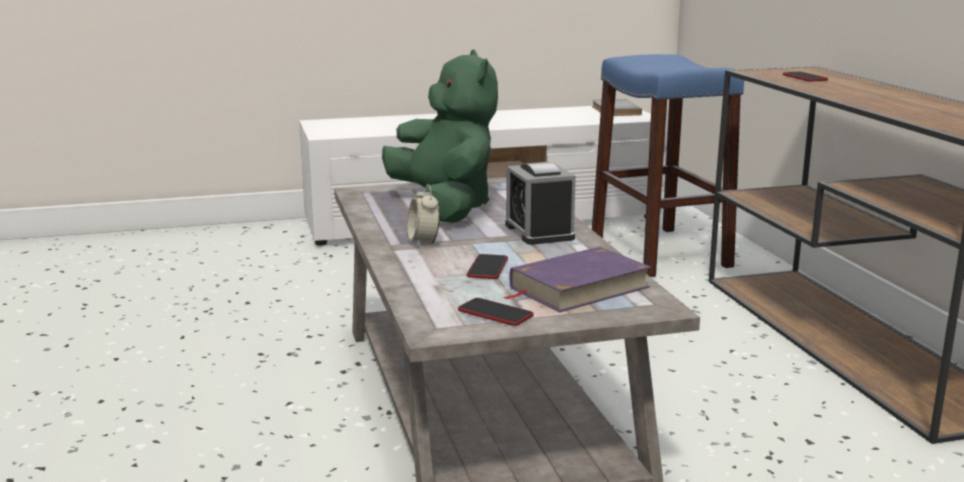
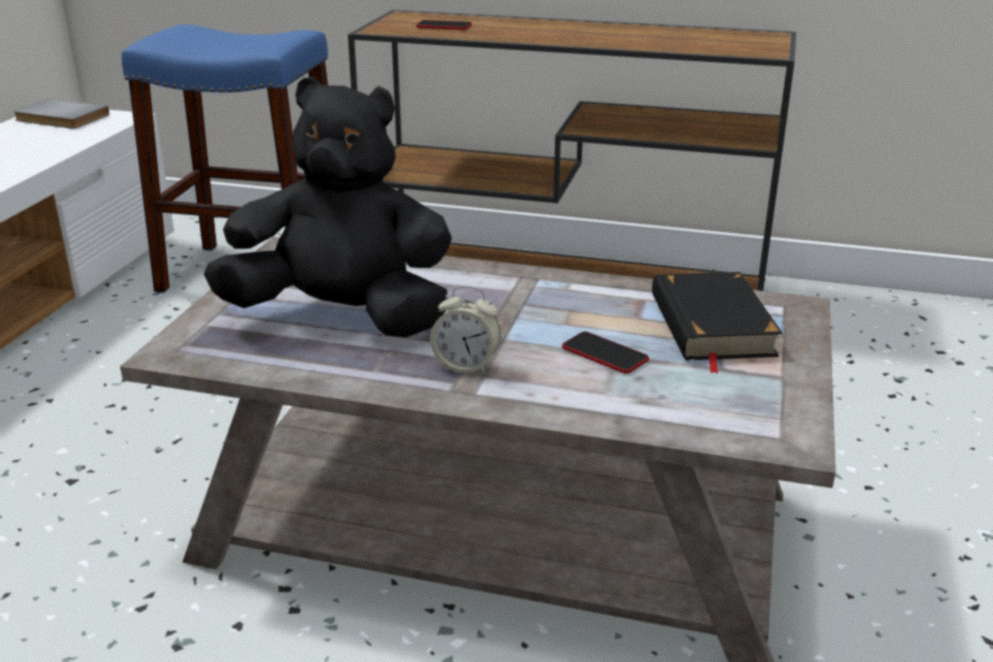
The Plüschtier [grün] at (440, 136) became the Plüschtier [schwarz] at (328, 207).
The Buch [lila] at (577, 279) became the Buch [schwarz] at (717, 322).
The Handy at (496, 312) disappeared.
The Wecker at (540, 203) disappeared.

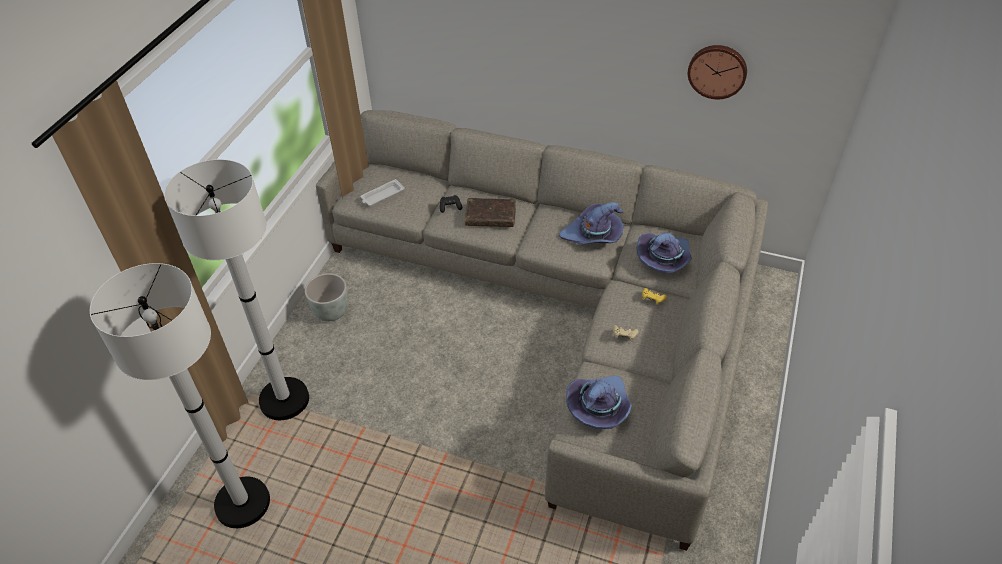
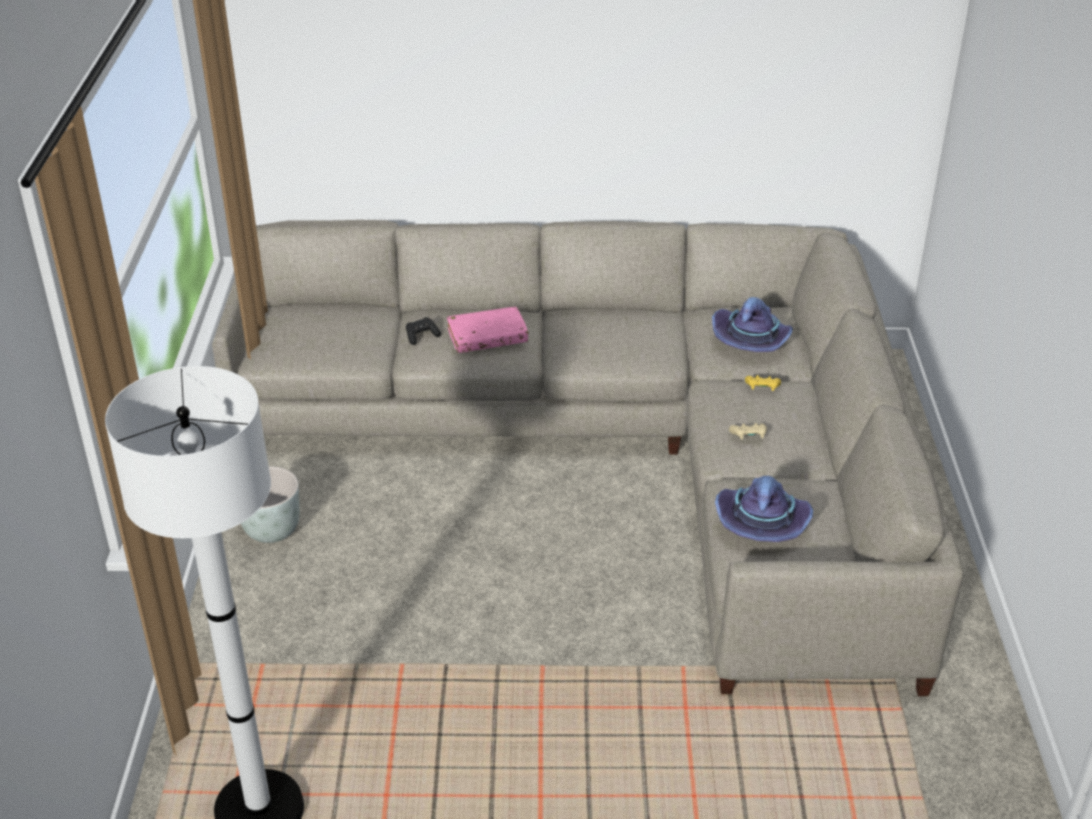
The Buch [braun] at (490, 212) became the Buch [rosa] at (487, 330).
The Stehlampe [weiß] at (236, 289) disappeared.
The Tablett [weiß] at (382, 192) disappeared.
The Hut [lila] at (591, 223) disappeared.
The Wanduhr at (717, 72) disappeared.

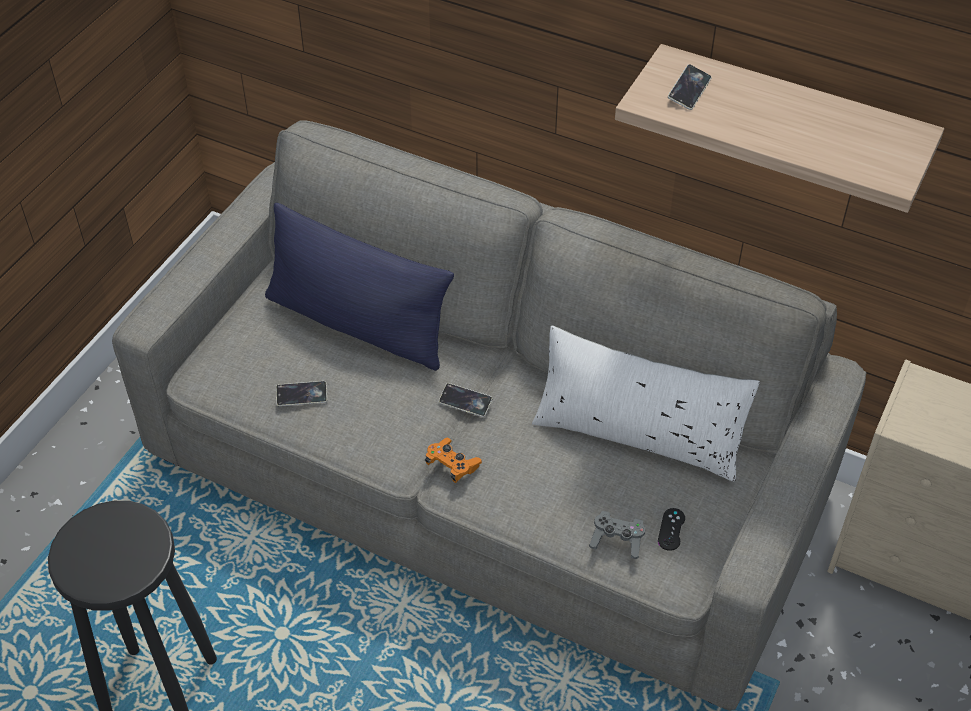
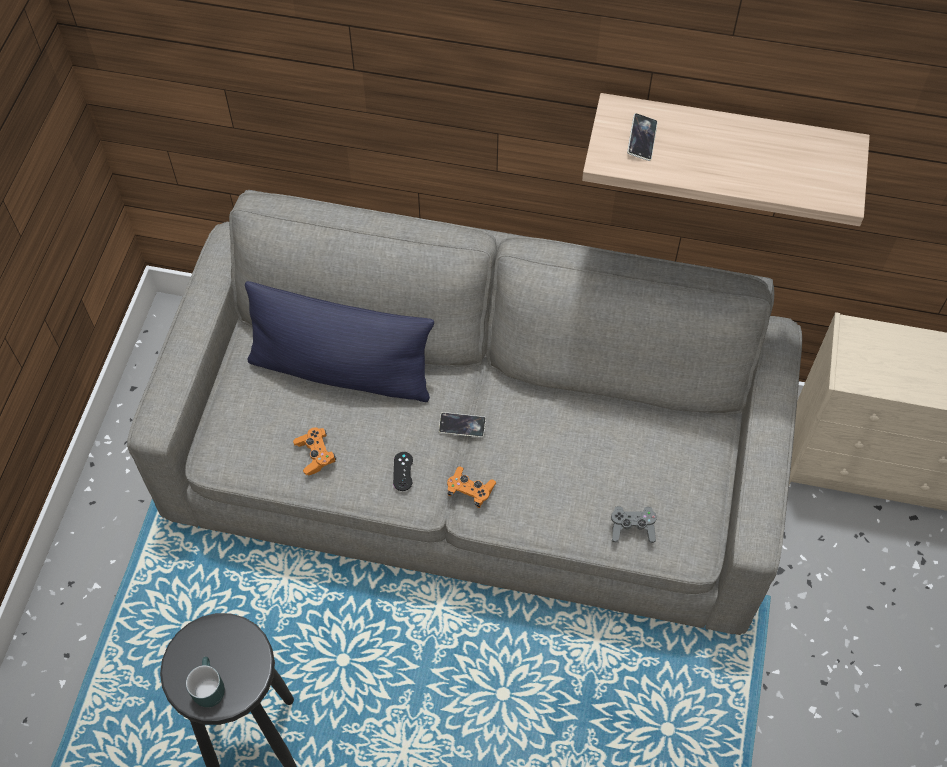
The Henkelbecher [türkis] at (205, 682) appeared.
The Handy at (301, 393) was replaced by the Gamepad [orange] at (314, 451).
The Gamepad [schwarz] moved from (671, 529) to (403, 471).
The Kissen [weiß] at (646, 404) disappeared.

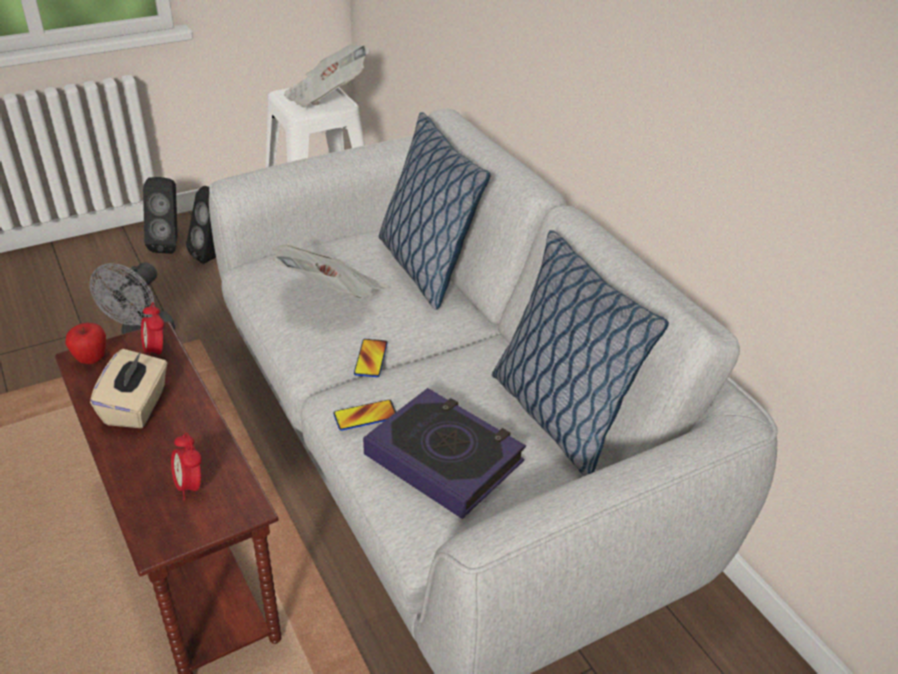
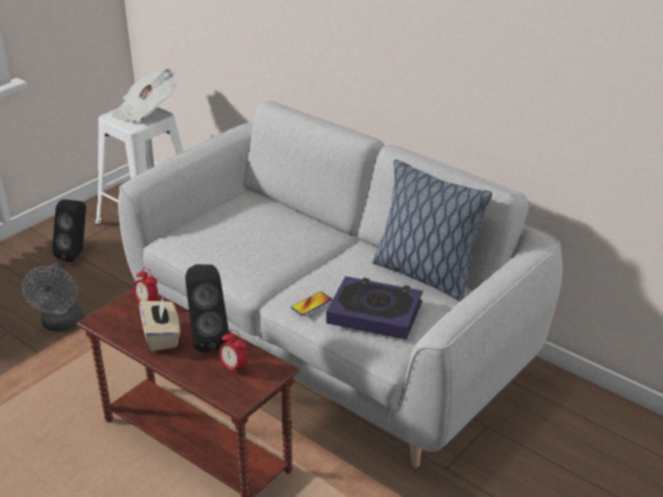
The Lautsprecher [schwarz] moved from (160, 215) to (207, 308).
The Apfel at (85, 343) disappeared.
The Zeitung at (330, 271) disappeared.
The Handy at (371, 358) disappeared.
The Kissen at (435, 211) disappeared.

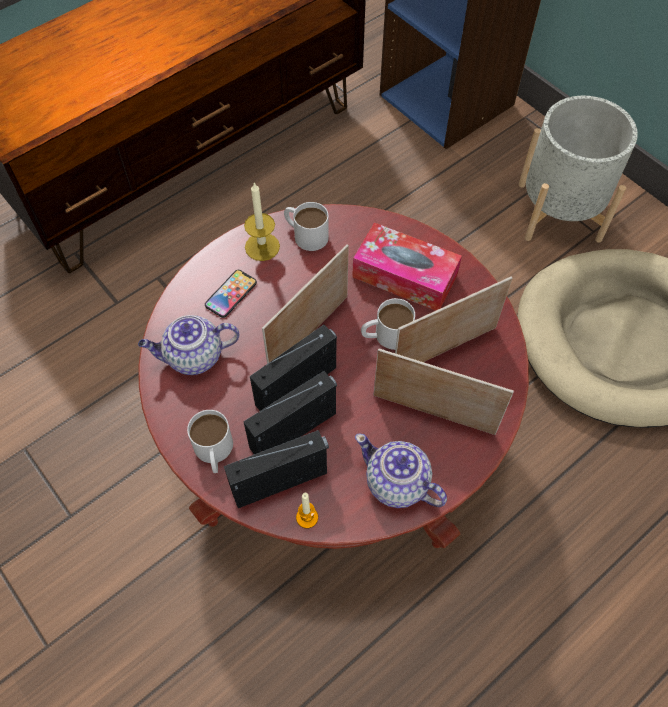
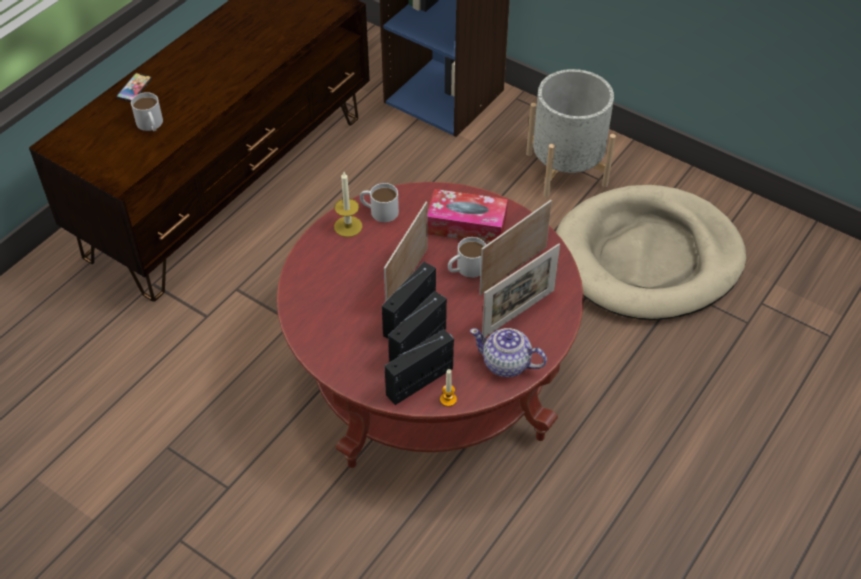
The Handy moved from (231, 294) to (134, 87).
The Henkelbecher [weiß] moved from (210, 441) to (147, 111).
The Bilderrahmen at (444, 391) turned 135 degrees clockwise.
The Teekanne at (188, 345) disappeared.

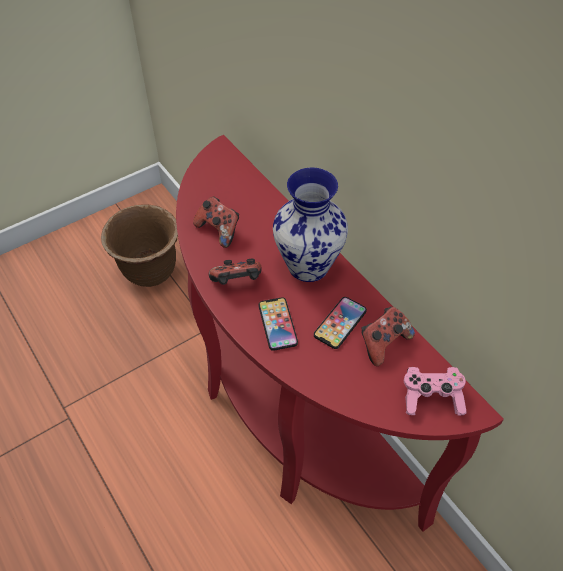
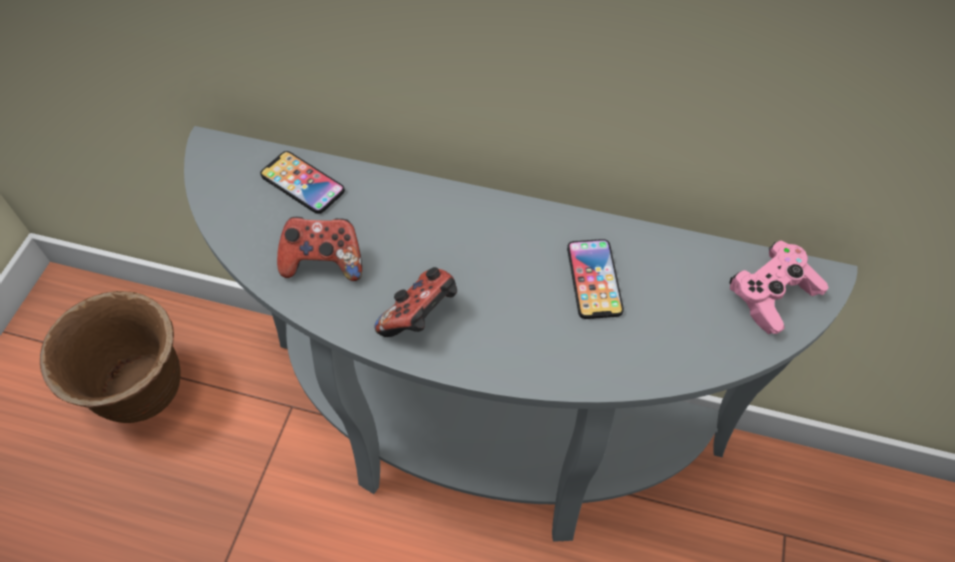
The Konsolentisch [rot] at (340, 333) became the Konsolentisch [grau] at (521, 334).
The Handy moved from (278, 324) to (302, 182).
The Vase at (310, 225) disappeared.
The Gamepad at (388, 336) disappeared.

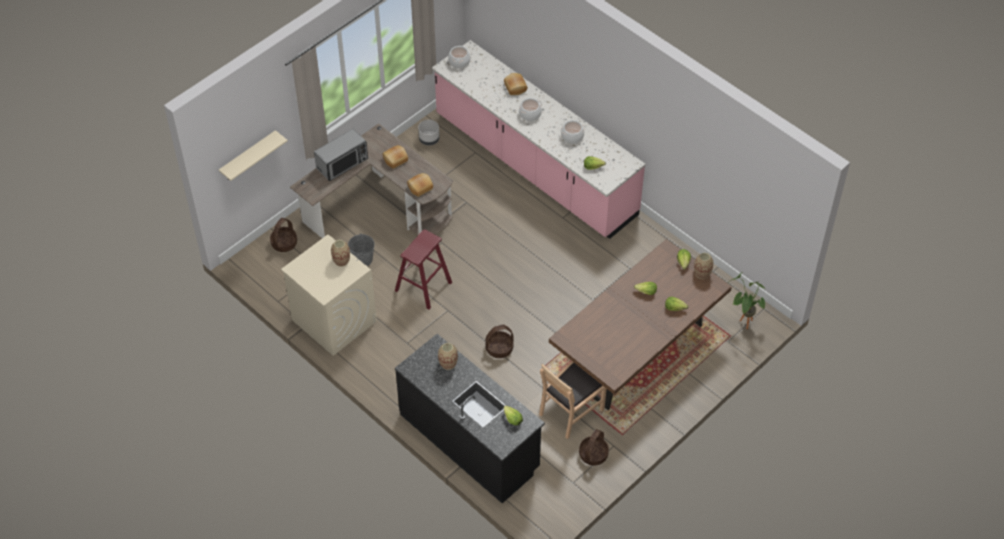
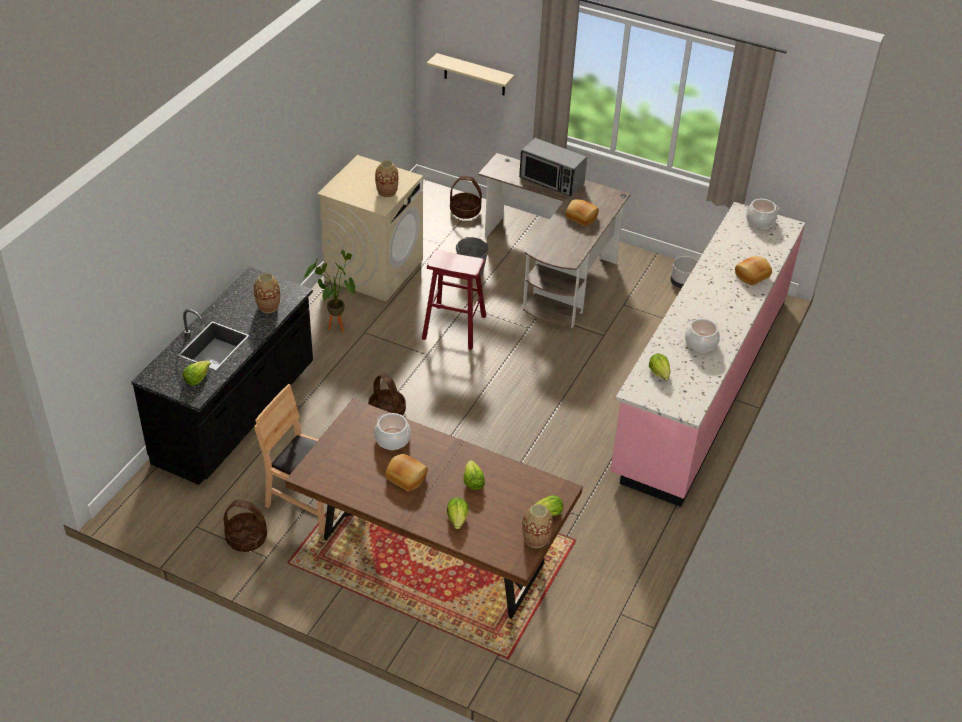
The Topfpflanze moved from (747, 300) to (329, 291).
The Kochtopf moved from (530, 109) to (392, 431).
The Brot moved from (420, 185) to (406, 473).

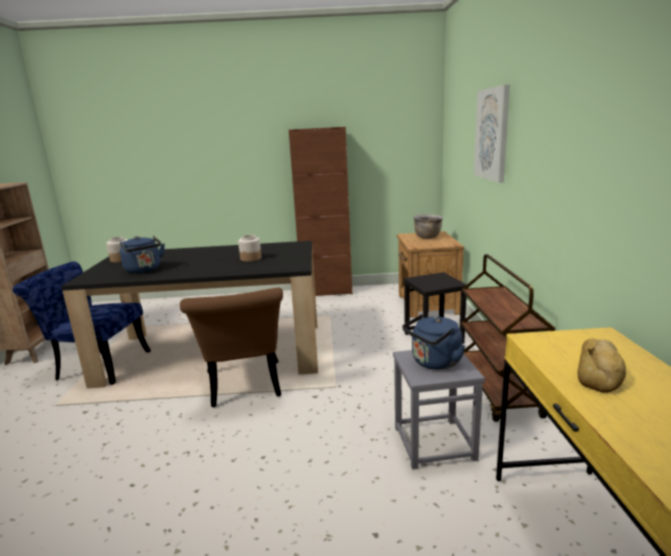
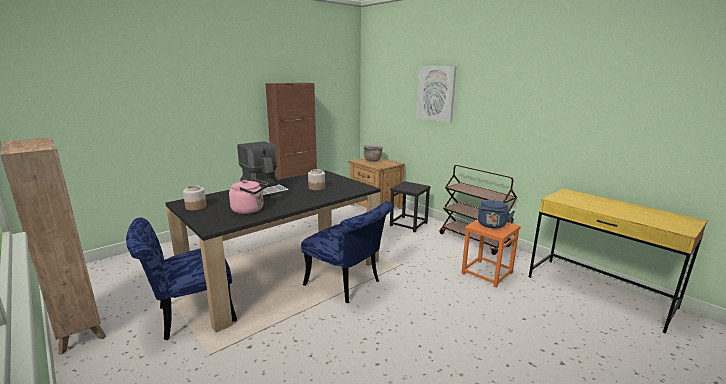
The Wasserkessel [blau] at (142, 254) became the Wasserkessel [rosa] at (248, 196).
The Kaffeemaschine at (263, 171) appeared.
The Stuhl [braun] at (231, 347) became the Stuhl [blau] at (347, 252).
The Hocker [grau] at (439, 410) became the Hocker [orange] at (491, 253).
The Brot at (602, 365) disappeared.

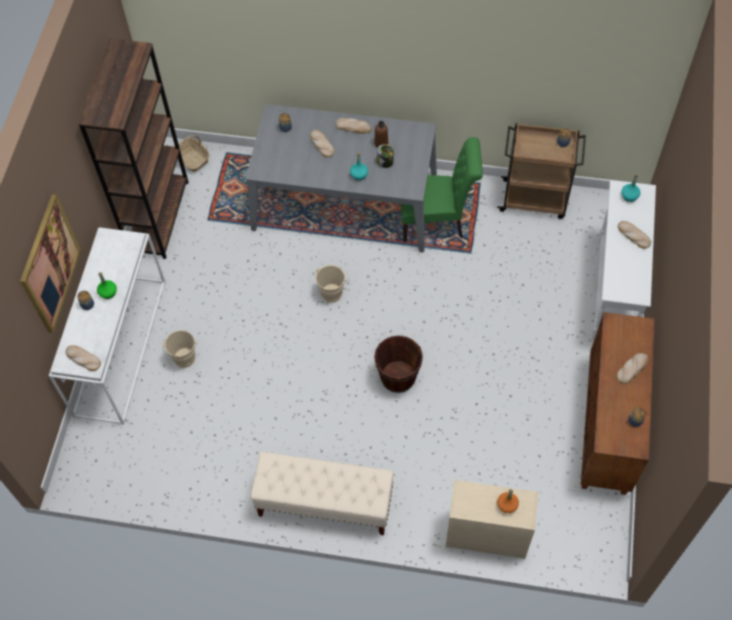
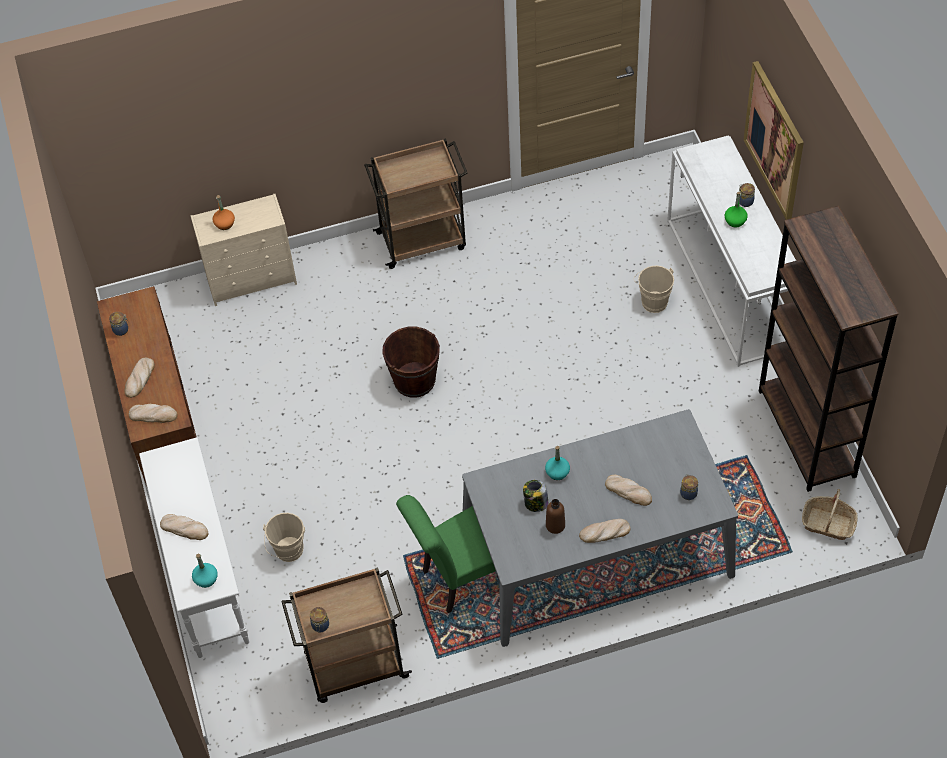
The Brot moved from (83, 358) to (153, 413).
The Eimer [beige] moved from (332, 284) to (284, 537).
The Bank [beige] at (322, 493) was replaced by the Rollwagen [braun] at (415, 204).

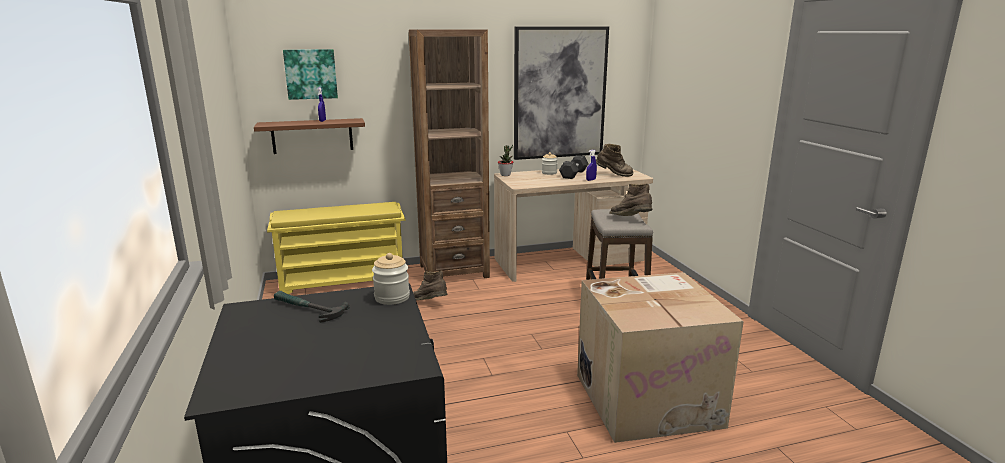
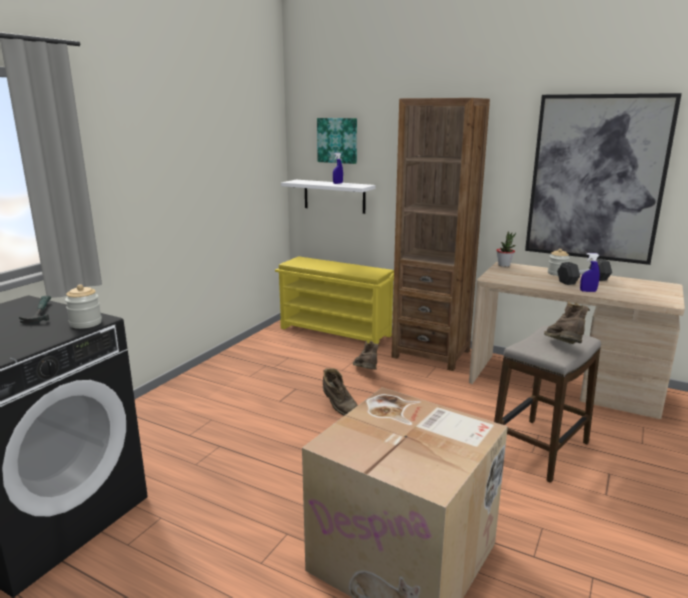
The Wandregal [braun] at (309, 136) became the Wandregal [weiß] at (328, 197).
The Stiefel [braun] moved from (614, 160) to (340, 392).

